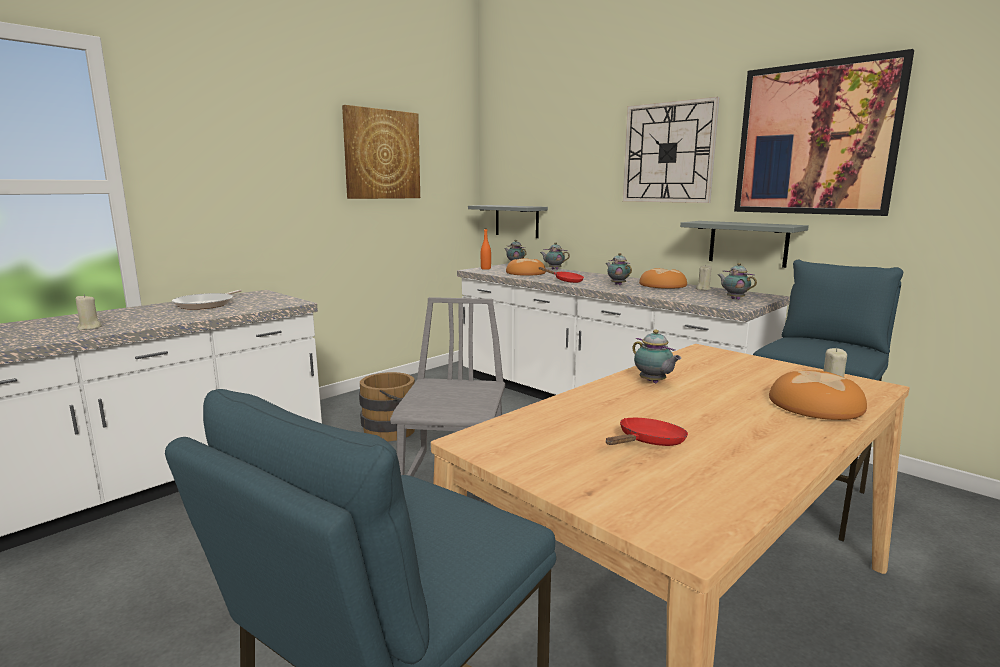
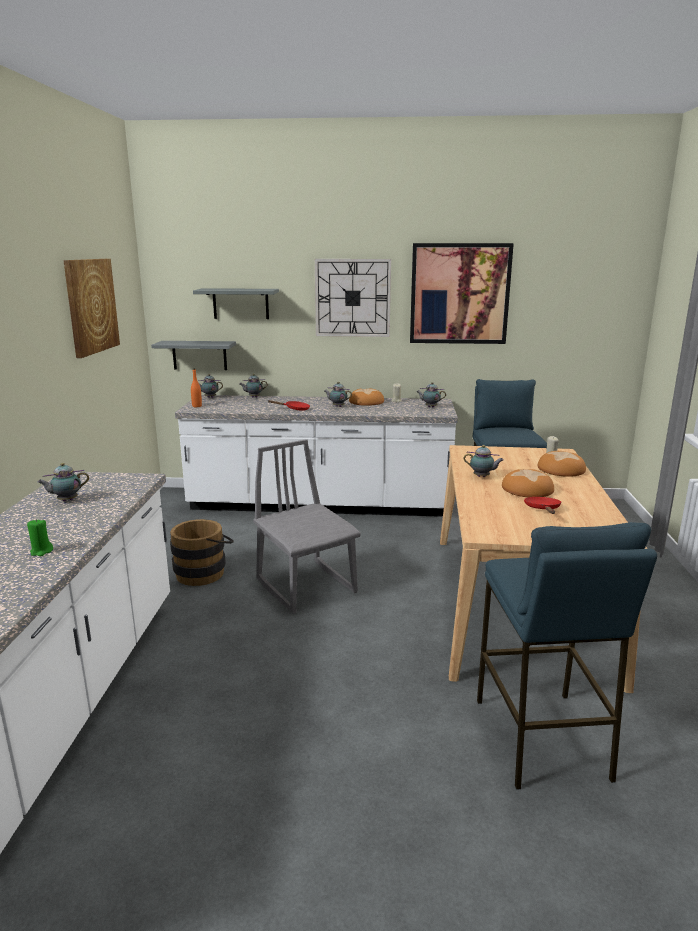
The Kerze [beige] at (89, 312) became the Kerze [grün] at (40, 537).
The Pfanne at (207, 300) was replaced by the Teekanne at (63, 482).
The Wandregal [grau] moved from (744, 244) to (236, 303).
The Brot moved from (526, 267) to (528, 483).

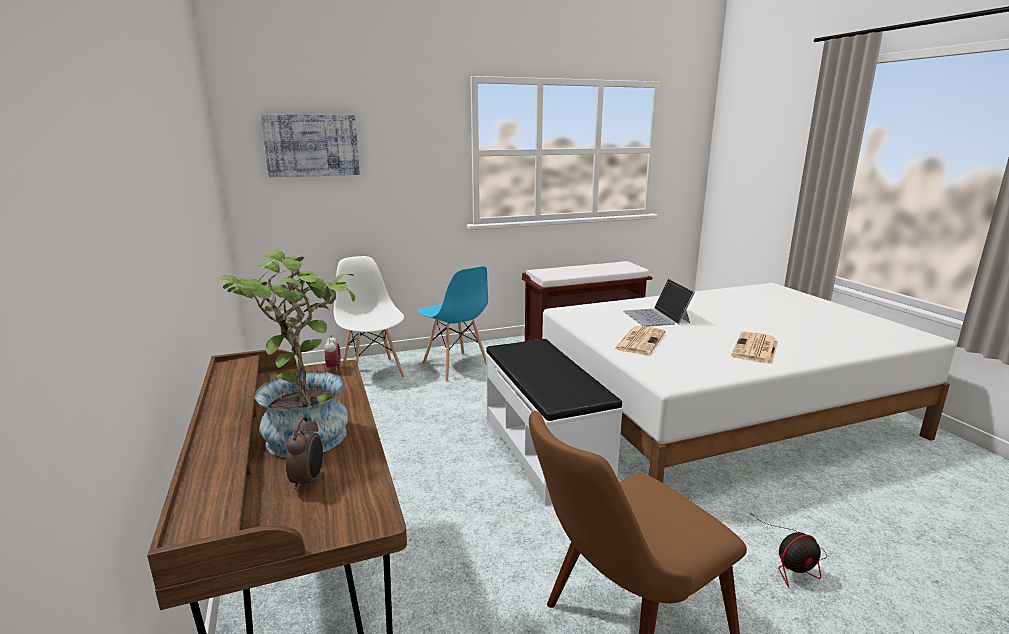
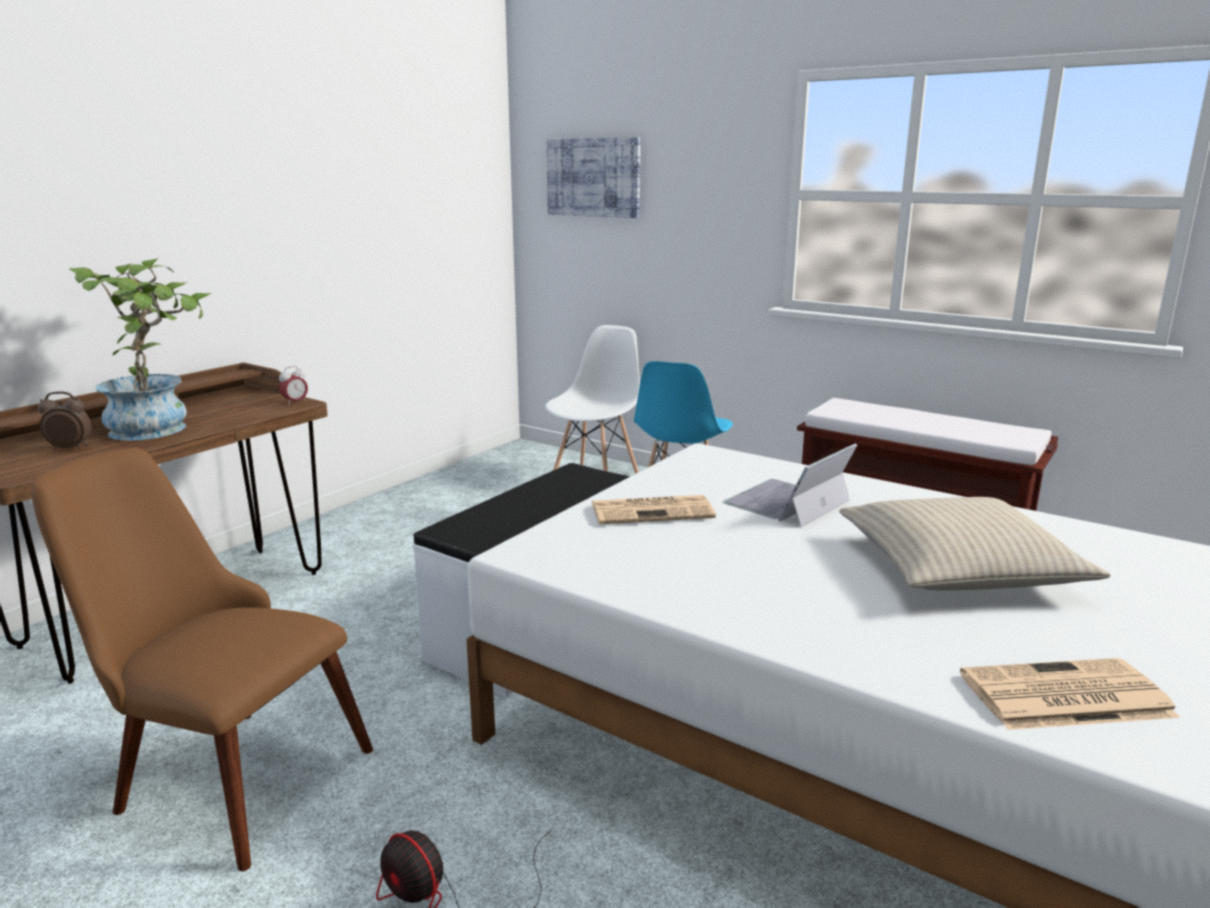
The Wecker at (304, 453) turned 150 degrees counterclockwise.
The Kissen [beige] at (975, 543) appeared.
The Zeitung moved from (754, 347) to (1070, 694).

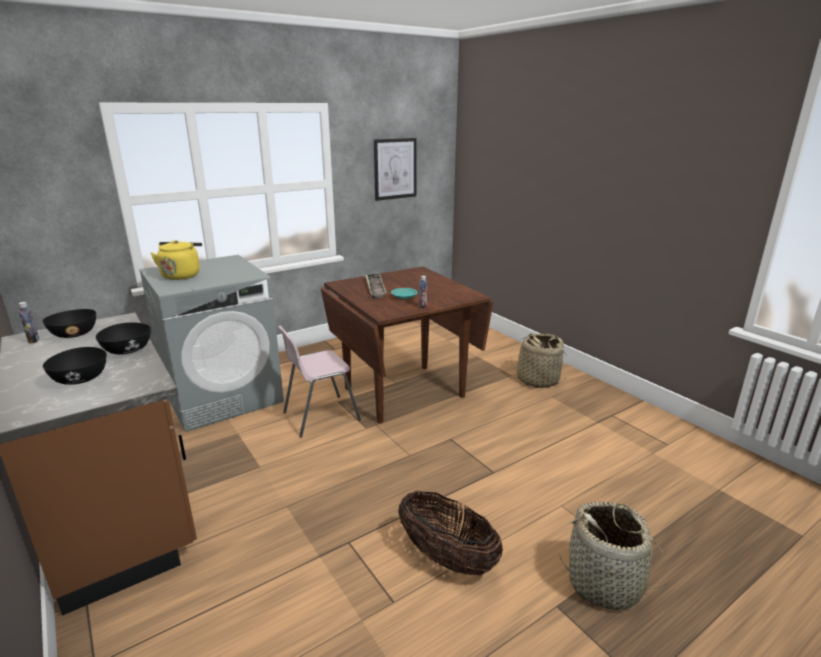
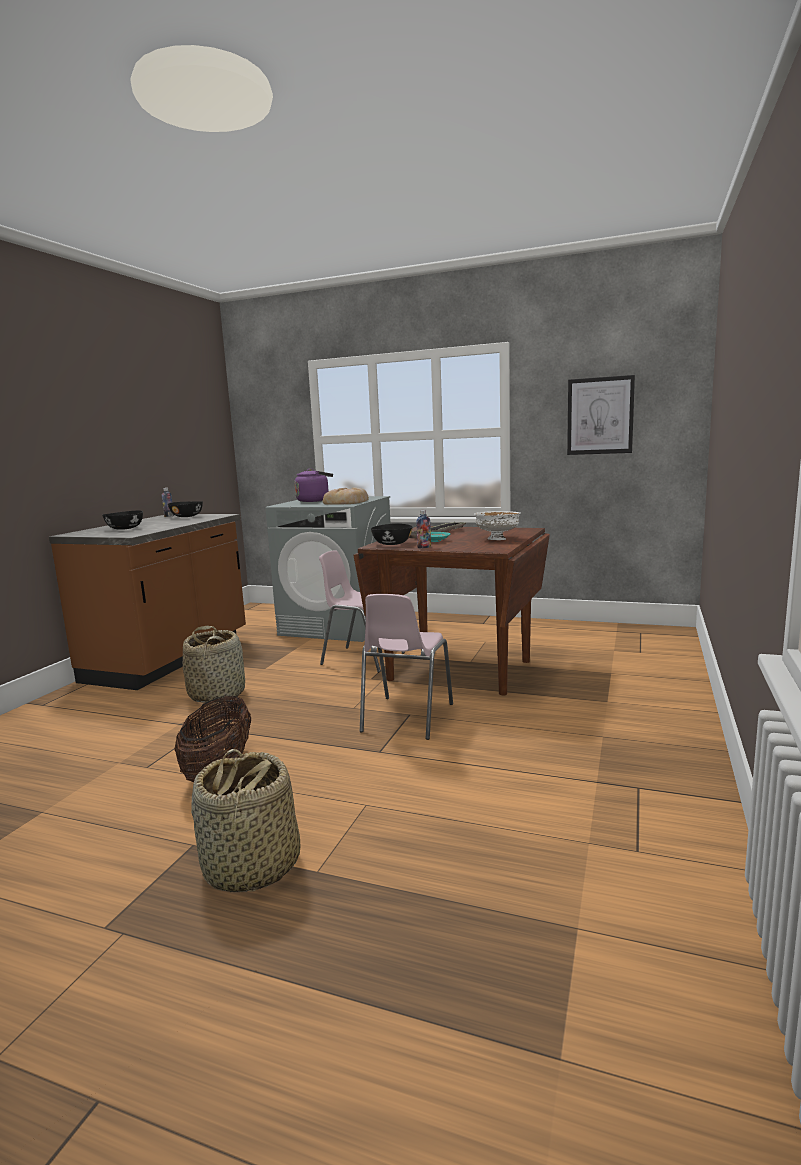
The Korb moved from (539, 360) to (214, 664).
The Wasserkessel [gelb] at (176, 260) became the Wasserkessel [lila] at (314, 485).
The Brot at (346, 496) appeared.
The Stuhl [rosa] at (406, 667) appeared.
The Schüssel [schwarz] moved from (123, 339) to (391, 534).
The Schüssel [weiß] at (497, 525) appeared.

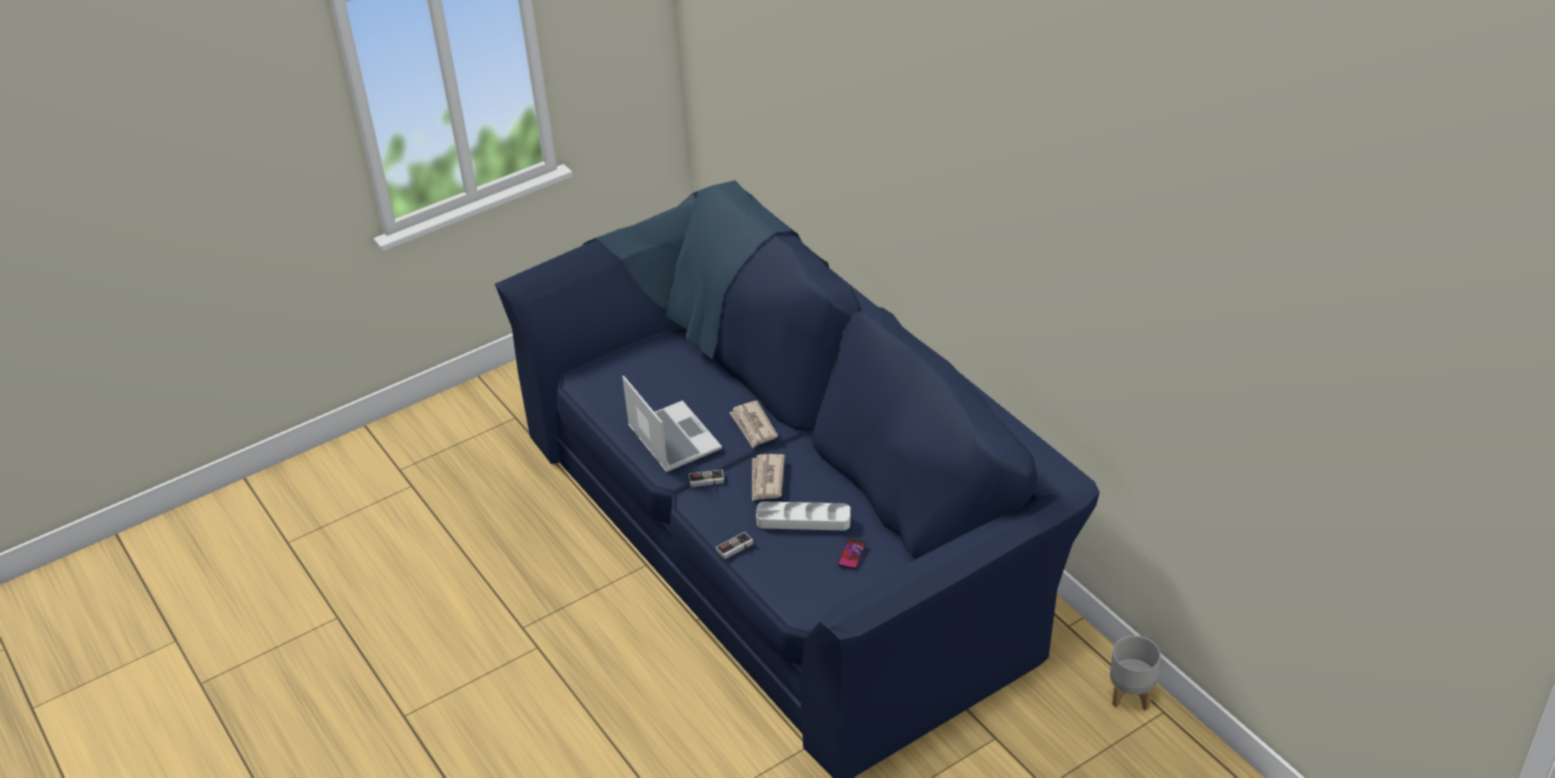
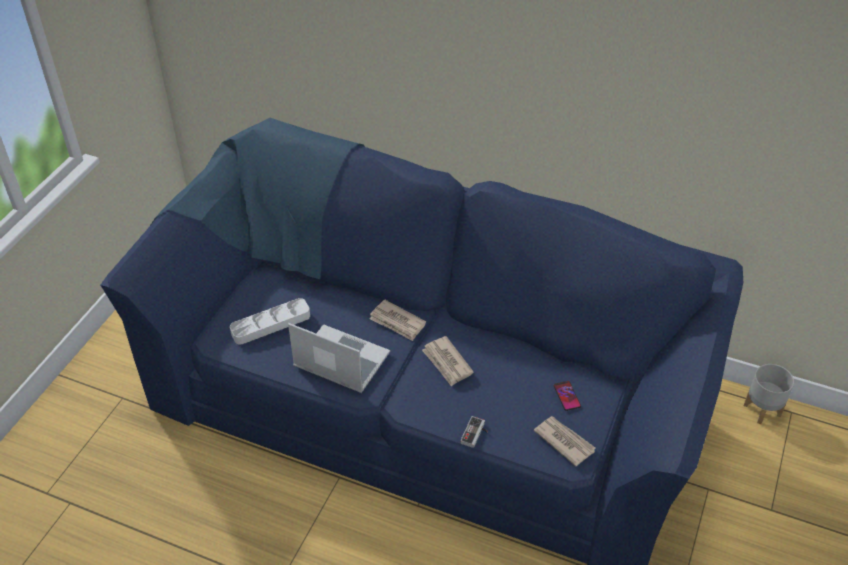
The Tablett [weiß] moved from (803, 515) to (270, 321).
The Zeitung at (564, 441) appeared.
The Gamepad at (706, 479) disappeared.

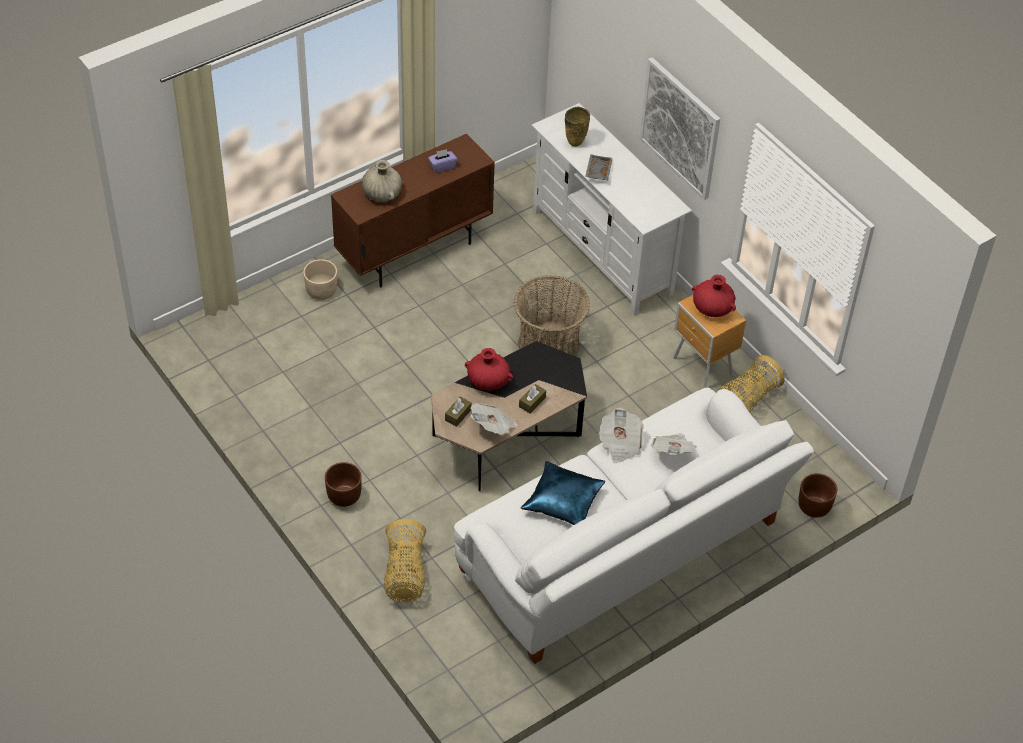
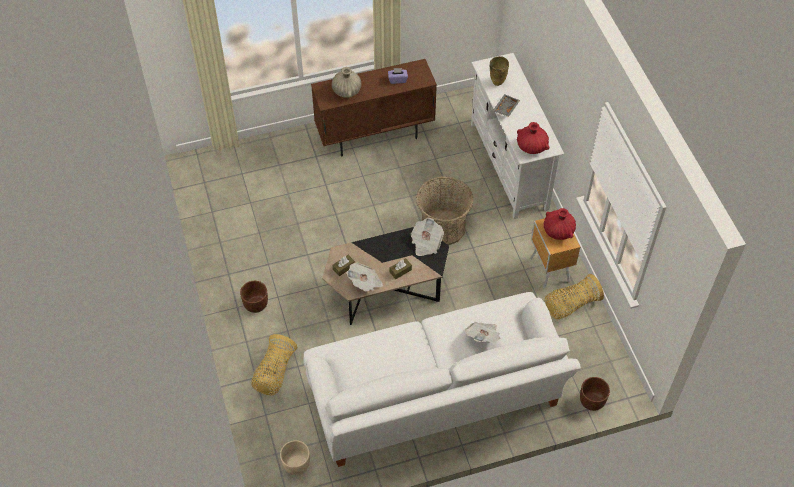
The Pflanzkübel [beige] moved from (320, 279) to (295, 457).
The Zeitung moved from (621, 435) to (427, 237).
The Vase [rot] moved from (489, 369) to (533, 138).
The Kissen [blau] at (563, 493) disappeared.
The Bild at (679, 128) disappeared.

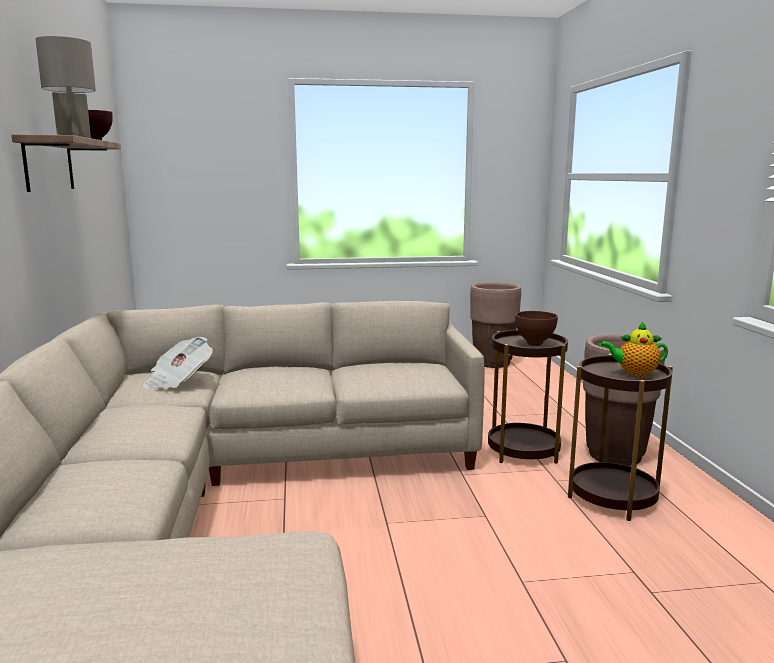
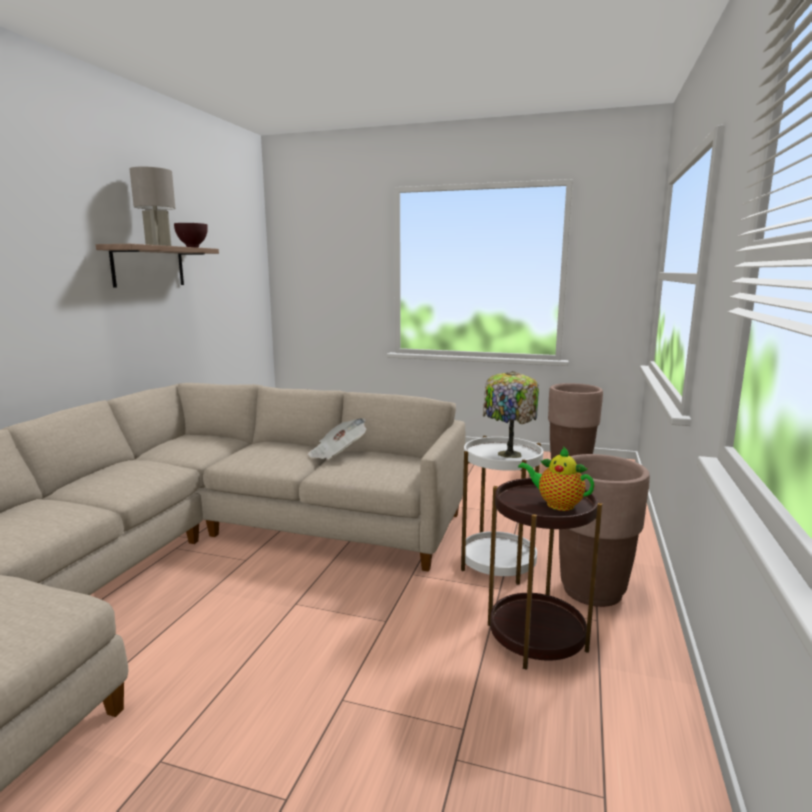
The Zeitung moved from (178, 363) to (337, 438).
The Beistelltisch [braun] at (528, 397) became the Beistelltisch [weiß] at (502, 510).
The Schüssel [braun] at (536, 328) was replaced by the Tischlampe at (511, 414).

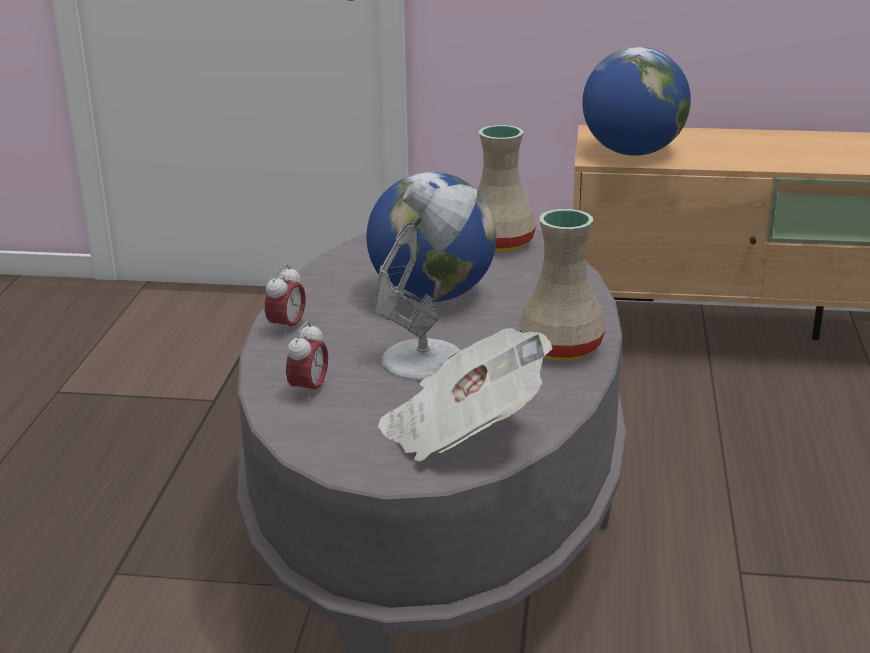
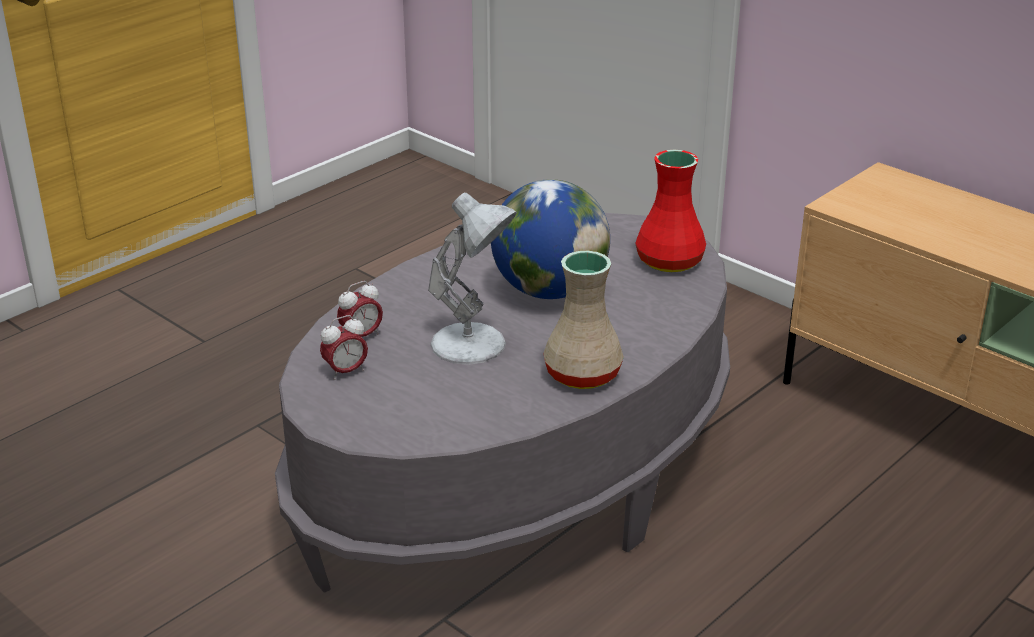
The Wecker moved from (285, 300) to (344, 347).
The Vase [beige] at (506, 188) became the Vase [rot] at (670, 211).
The Zeitung at (465, 395) disappeared.
The Globus at (636, 101) disappeared.

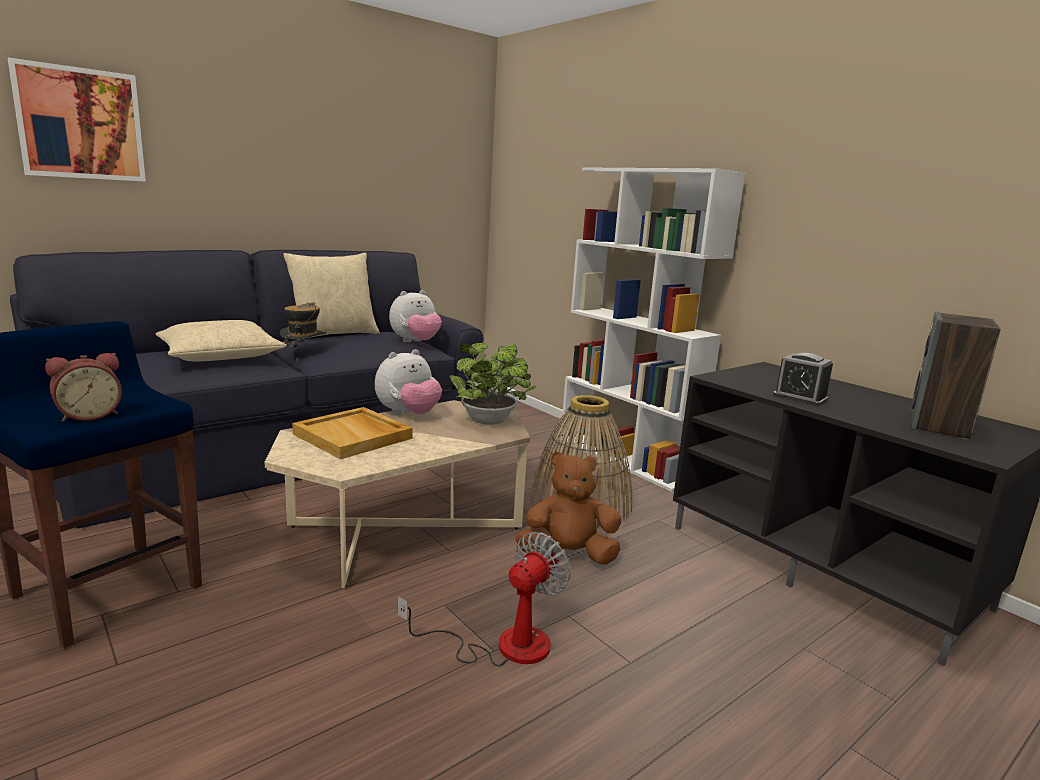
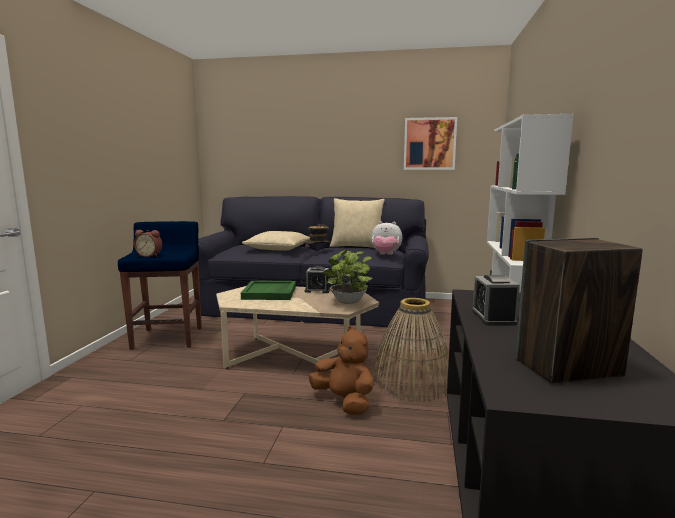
The Tablett [beige] at (352, 433) became the Tablett [grün] at (268, 290).
The Plüschtier at (408, 382) was replaced by the Wecker at (317, 279).
The Bild moved from (77, 119) to (430, 143).
The Ventilator at (484, 599) disappeared.

